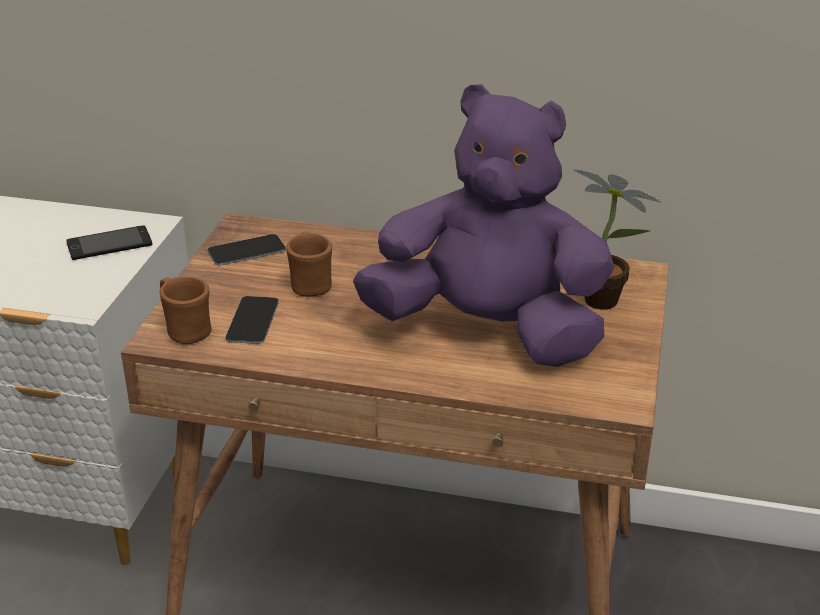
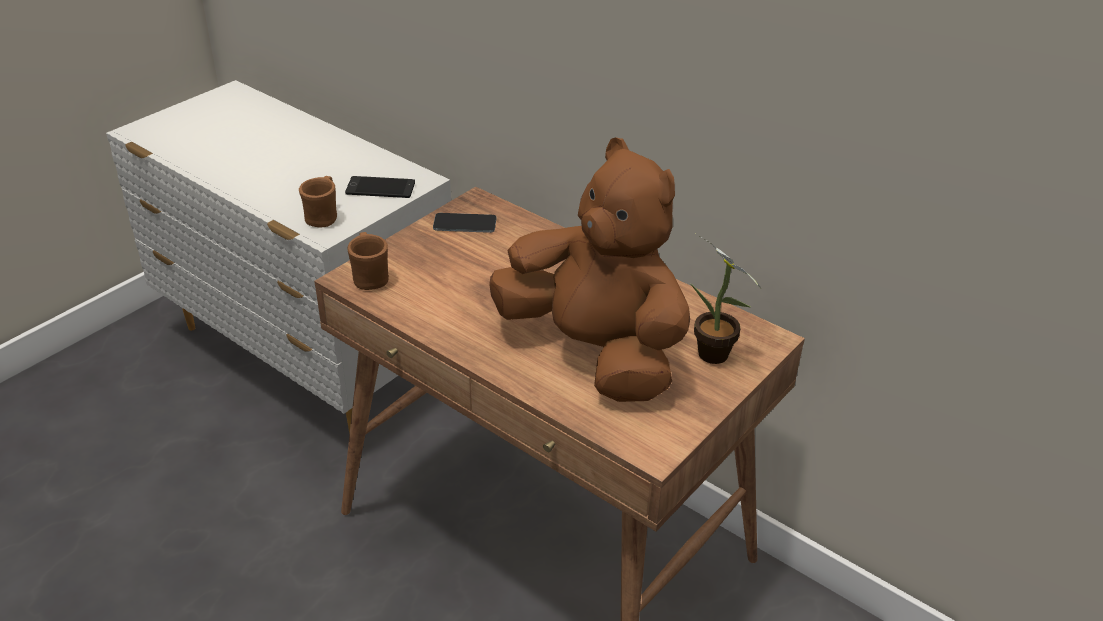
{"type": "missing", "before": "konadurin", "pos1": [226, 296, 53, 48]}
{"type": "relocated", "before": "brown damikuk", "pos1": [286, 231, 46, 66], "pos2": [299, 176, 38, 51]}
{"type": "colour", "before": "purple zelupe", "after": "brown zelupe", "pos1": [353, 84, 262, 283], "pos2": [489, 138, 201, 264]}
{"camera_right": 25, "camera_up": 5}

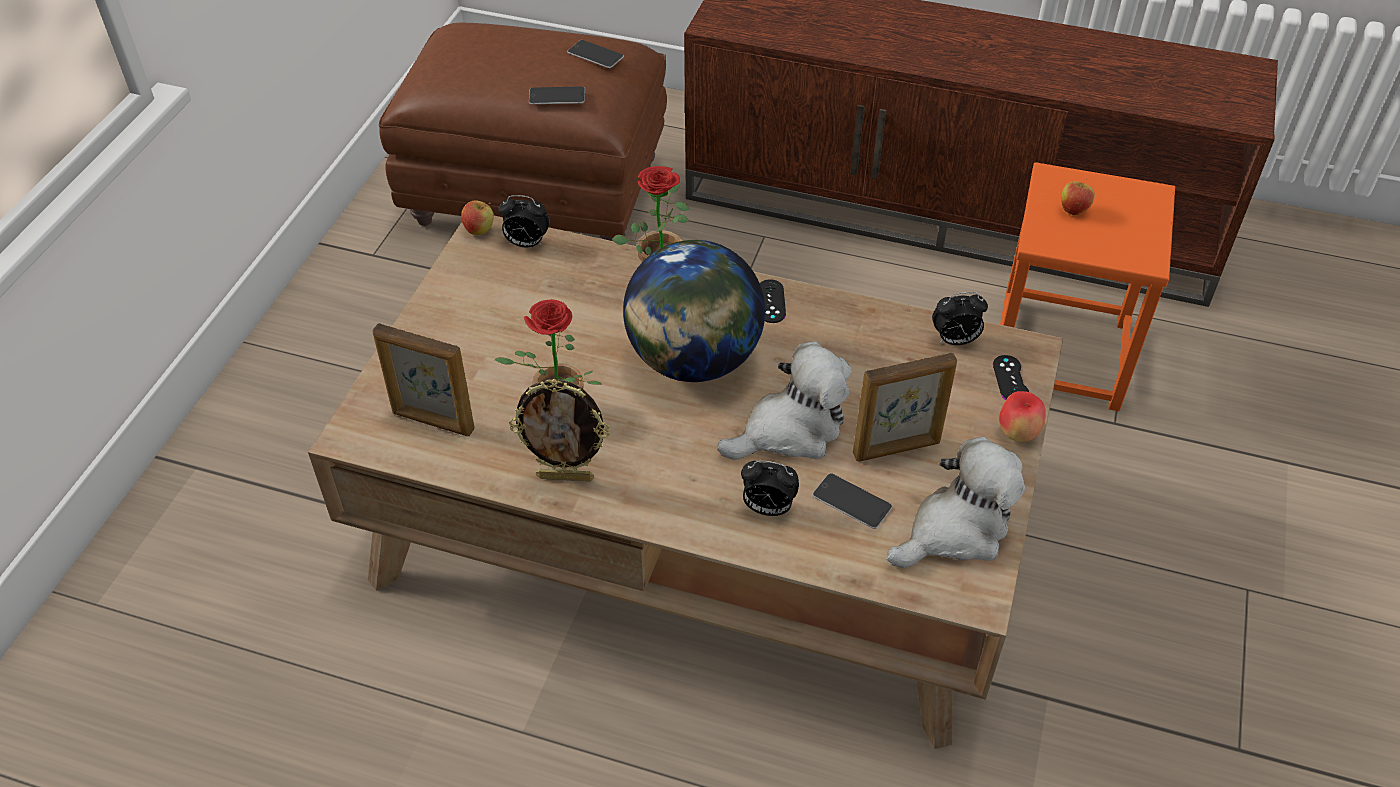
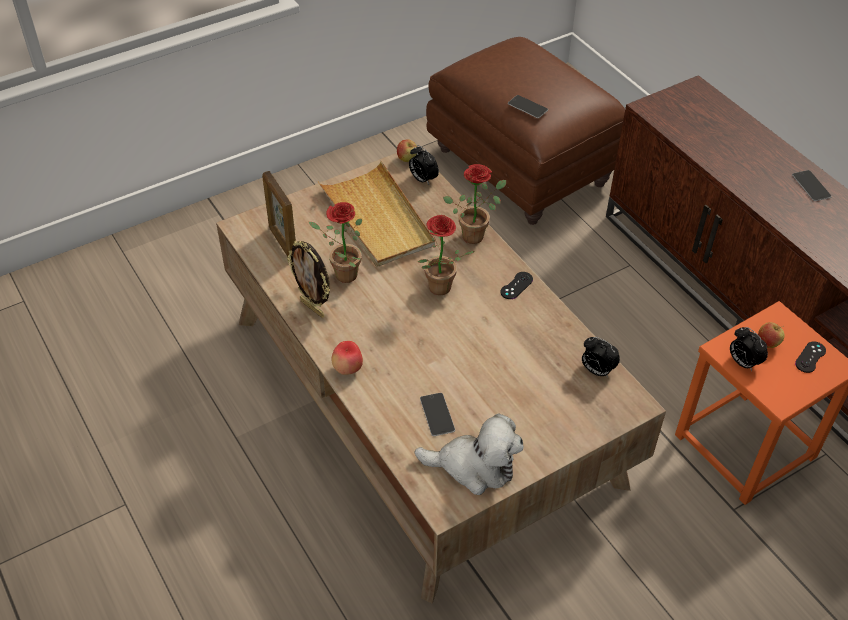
{"type": "missing", "before": "zelupe", "pos1": [717, 341, 135, 119]}
{"type": "missing", "before": "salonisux", "pos1": [853, 353, 104, 109]}
{"type": "appeared", "after": "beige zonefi", "pos2": [318, 161, 117, 106]}
{"type": "relocated", "before": "konadurin", "pos1": [567, 40, 57, 28], "pos2": [792, 170, 40, 31]}
{"type": "relocated", "before": "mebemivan", "pos1": [741, 460, 58, 56], "pos2": [730, 327, 38, 44]}
{"type": "relocated", "before": "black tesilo", "pos1": [993, 355, 36, 45], "pos2": [795, 342, 31, 31]}
{"type": "relocated", "before": "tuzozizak", "pos1": [999, 391, 47, 51], "pos2": [332, 341, 31, 34]}
{"type": "exchanged", "before": "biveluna", "after": "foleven", "pos1": [623, 240, 142, 142], "pos2": [418, 215, 57, 80]}
{"camera_right": 40, "camera_up": 0}

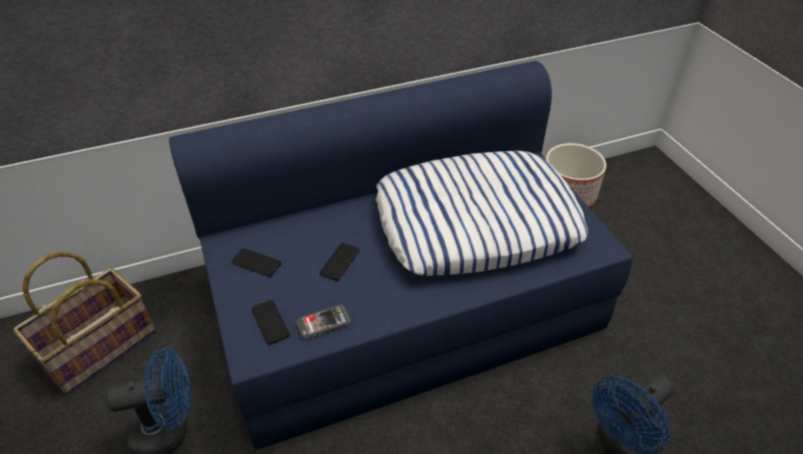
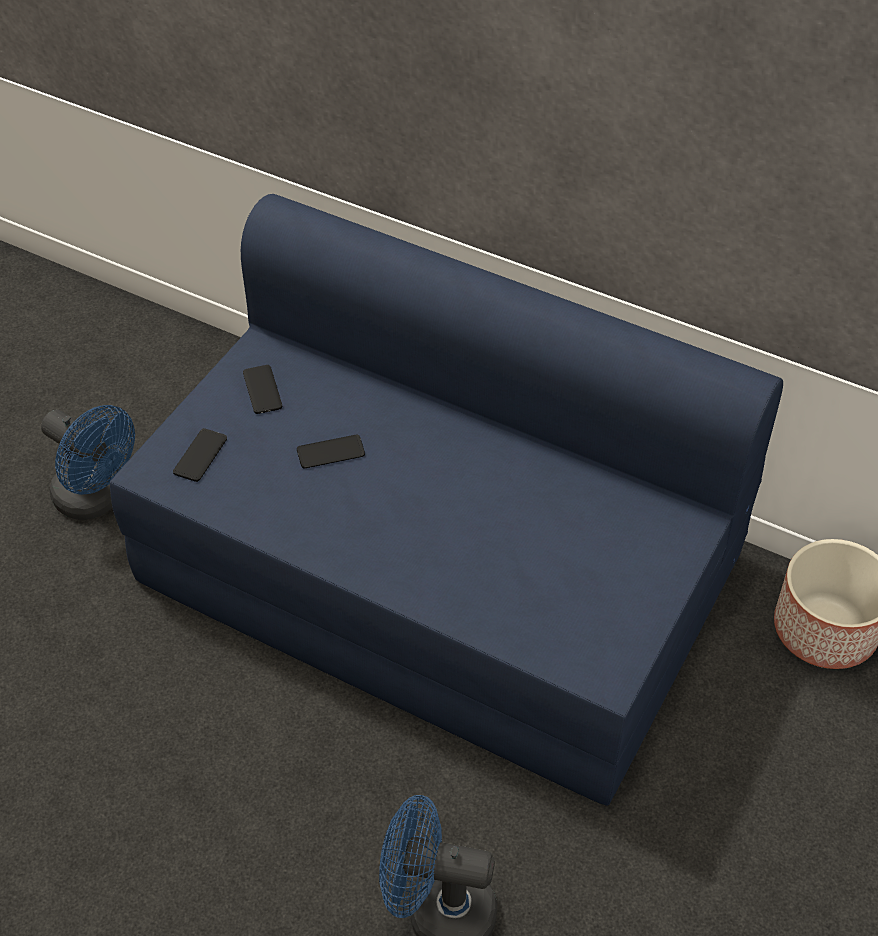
{"type": "missing", "before": "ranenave", "pos1": [13, 252, 142, 142]}
{"type": "missing", "before": "konadurin", "pos1": [296, 305, 55, 34]}
{"type": "missing", "before": "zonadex", "pos1": [376, 151, 212, 125]}
{"camera_right": 50, "camera_up": 5}

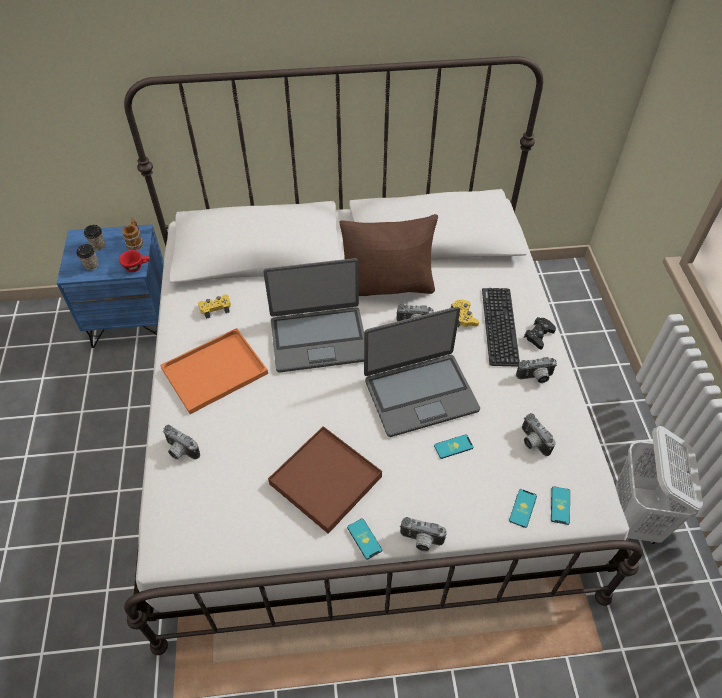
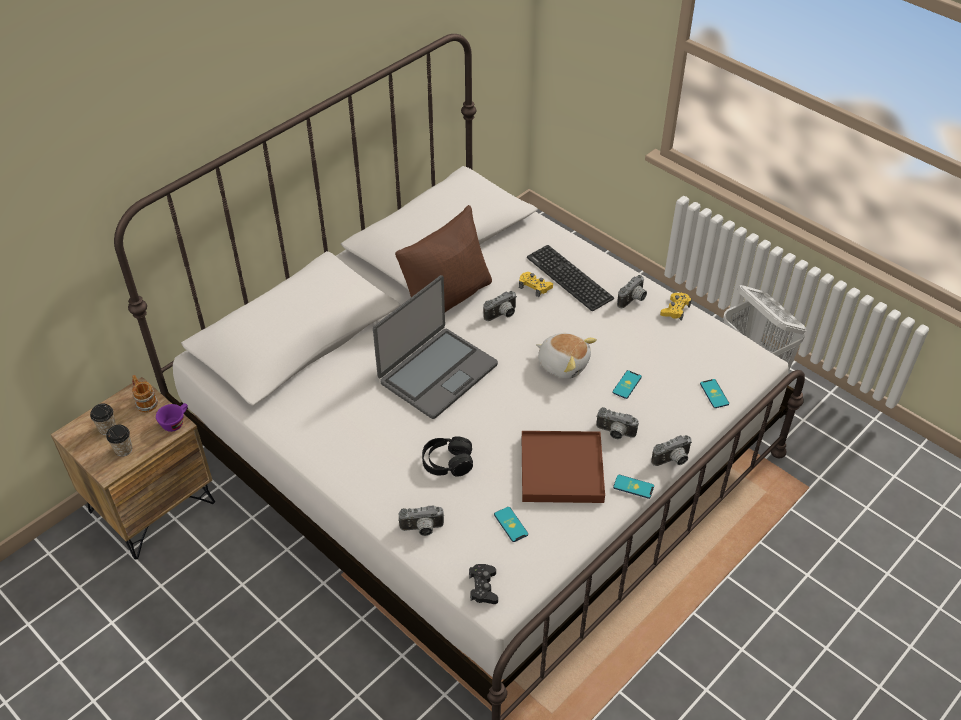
{"type": "missing", "before": "orange zonefi", "pos1": [160, 328, 108, 86]}
{"type": "appeared", "after": "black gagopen", "pos2": [422, 436, 51, 41]}
{"type": "relocated", "before": "yellow tesilo", "pos1": [198, 294, 33, 25], "pos2": [660, 293, 32, 28]}
{"type": "relocated", "before": "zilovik", "pos1": [522, 413, 34, 43], "pos2": [596, 407, 43, 32]}
{"type": "relocated", "before": "black tesilo", "pos1": [524, 317, 32, 32], "pos2": [469, 564, 29, 40]}
{"type": "relocated", "before": "konadurin", "pos1": [551, 486, 19, 39], "pos2": [494, 507, 34, 35]}
{"type": "exchanged", "before": "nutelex", "after": "zelupe", "pos1": [364, 307, 116, 130], "pos2": [536, 333, 61, 46]}
{"type": "colour", "before": "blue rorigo", "after": "brown rorigo", "pos1": [57, 224, 107, 124], "pos2": [51, 377, 164, 183]}
{"type": "colour", "before": "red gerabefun", "after": "purple gerabefun", "pos1": [119, 250, 31, 22], "pos2": [156, 403, 32, 29]}
{"camera_right": -40, "camera_up": -5}

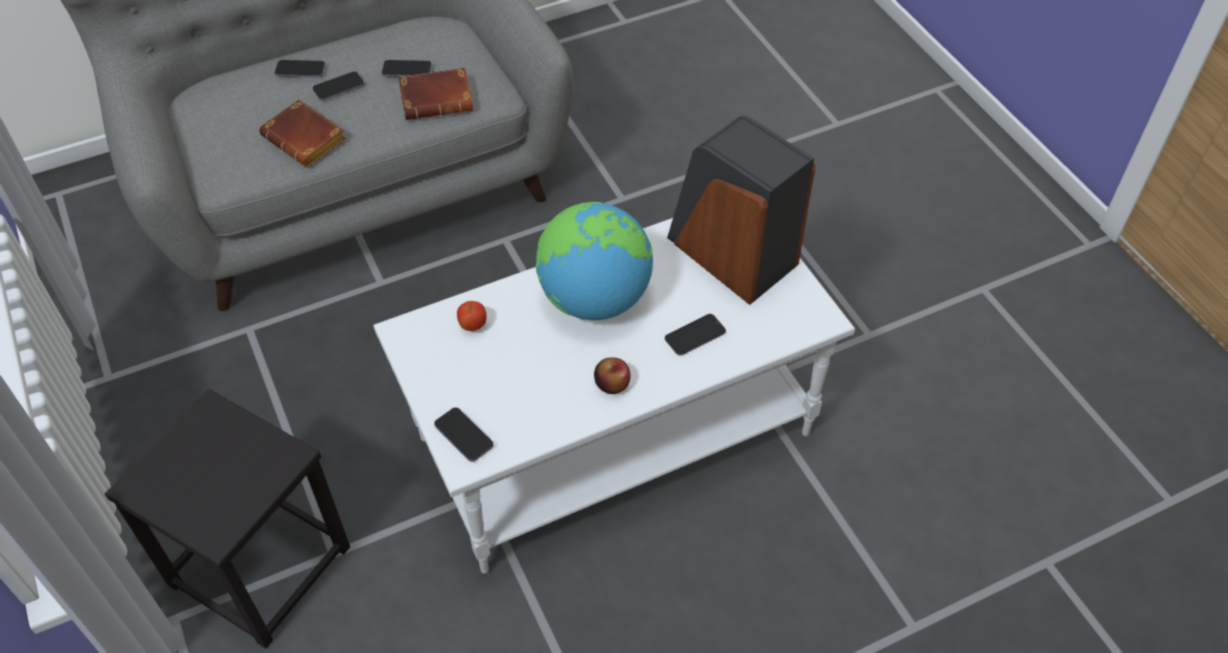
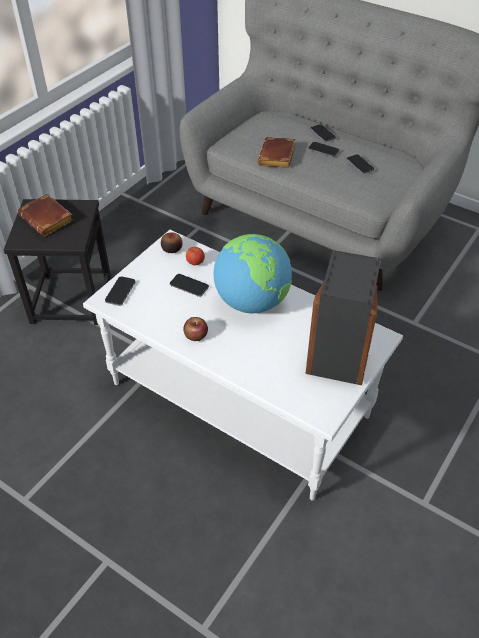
{"type": "appeared", "after": "tuzozizak", "pos2": [161, 232, 22, 21]}
{"type": "relocated", "before": "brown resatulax", "pos1": [398, 68, 75, 52], "pos2": [18, 194, 56, 43]}
{"type": "relocated", "before": "konadurin", "pos1": [665, 314, 61, 42], "pos2": [170, 274, 39, 23]}
{"camera_right": 60, "camera_up": -5}

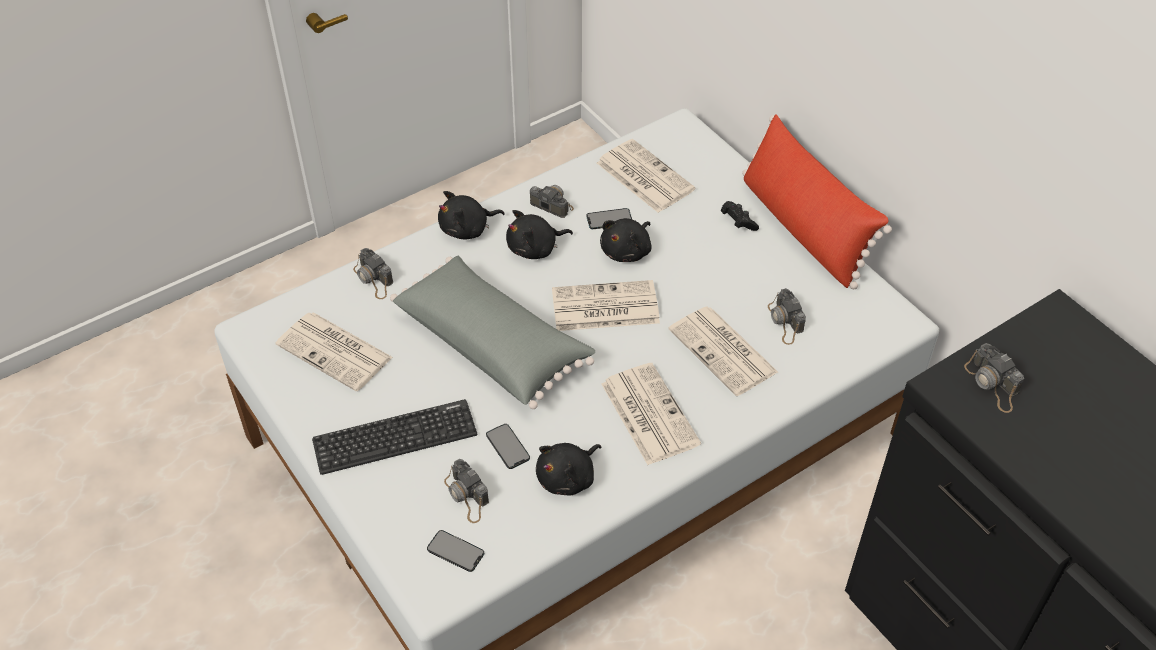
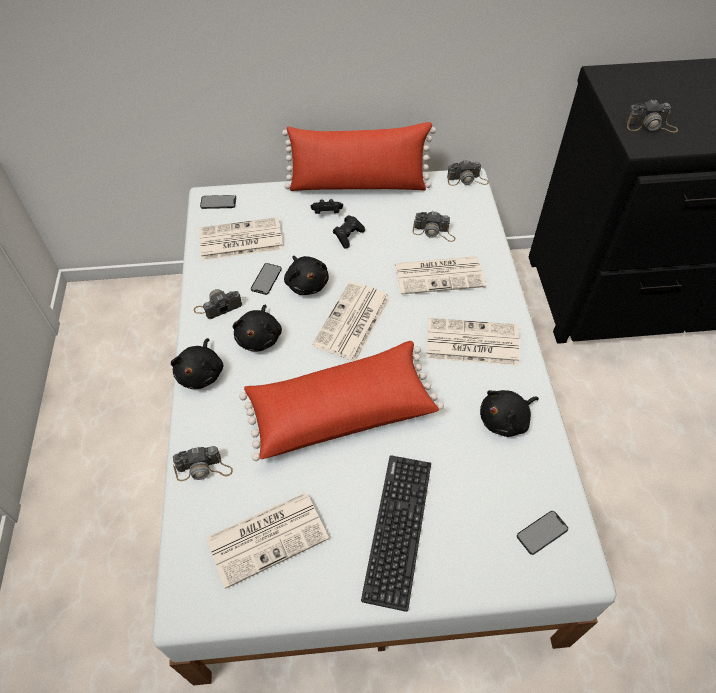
{"type": "appeared", "after": "black tesilo", "pos2": [333, 215, 32, 34]}
{"type": "relocated", "before": "zilovik", "pos1": [444, 459, 45, 64], "pos2": [447, 160, 42, 26]}
{"type": "relocated", "before": "konadurin", "pos1": [486, 424, 44, 45], "pos2": [200, 195, 36, 14]}
{"type": "colour", "before": "grey zonadex", "after": "red zonadex", "pos1": [390, 256, 205, 153], "pos2": [239, 341, 205, 120]}
{"type": "spun", "before": "black zelupe", "pos1": [536, 443, 65, 52], "pos2": [480, 390, 59, 47], "turn": 75}
{"camera_right": -60, "camera_up": 5}

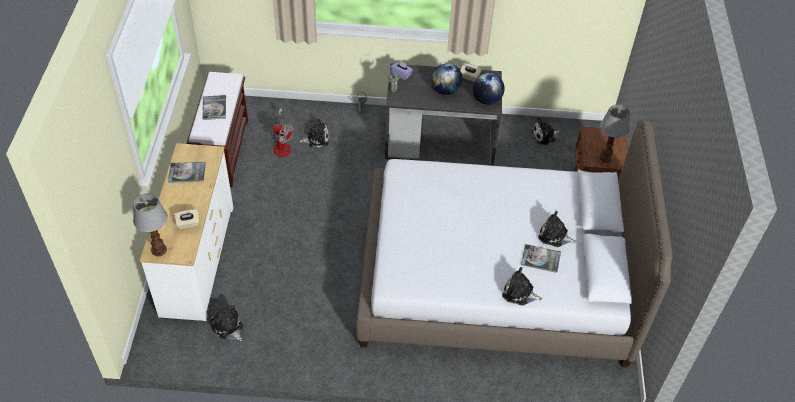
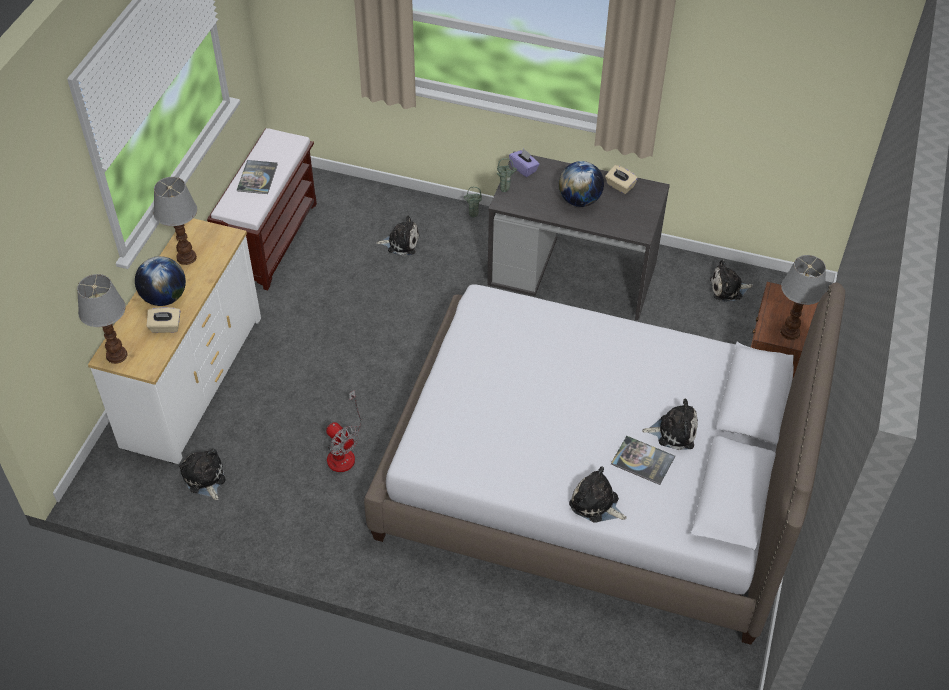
{"type": "relocated", "before": "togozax", "pos1": [272, 108, 22, 49], "pos2": [326, 390, 36, 82]}
{"type": "relocated", "before": "biveluna", "pos1": [473, 73, 32, 32], "pos2": [135, 256, 51, 50]}
{"type": "exchanged", "before": "resatulax", "after": "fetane", "pos1": [168, 162, 38, 21], "pos2": [154, 177, 43, 88]}
{"type": "spun", "before": "zelupe", "pos1": [538, 211, 38, 36], "pos2": [642, 398, 56, 52], "turn": 150}
{"camera_right": 15, "camera_up": 0}

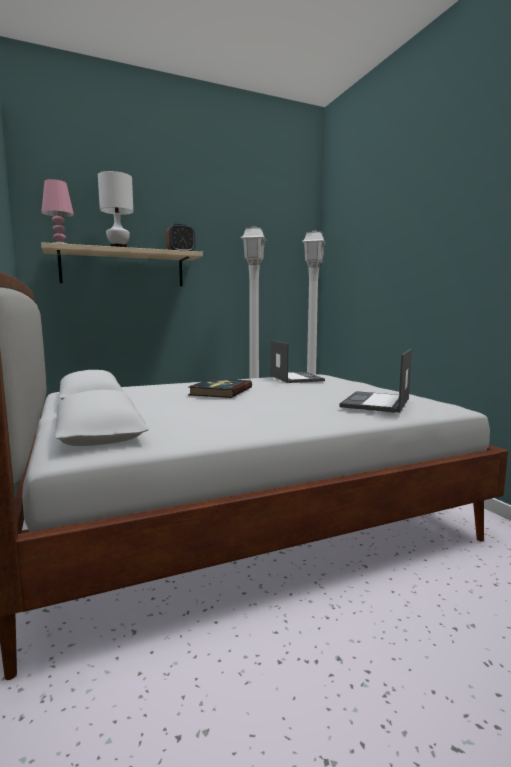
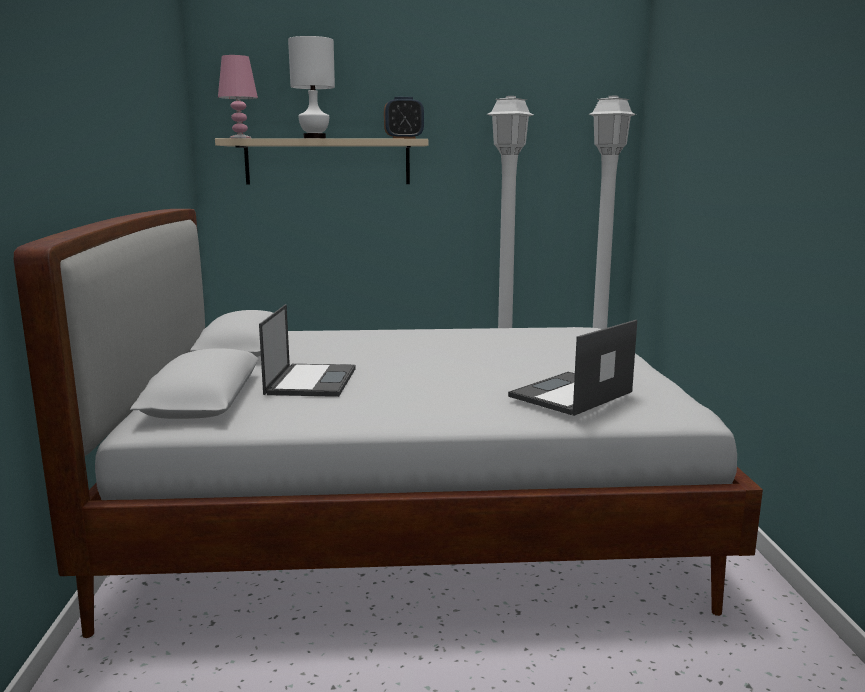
{"type": "missing", "before": "resatulax", "pos1": [188, 378, 64, 20]}
{"type": "relocated", "before": "nutelex", "pos1": [270, 340, 55, 43], "pos2": [259, 304, 97, 93]}
{"camera_right": 20, "camera_up": 5}

